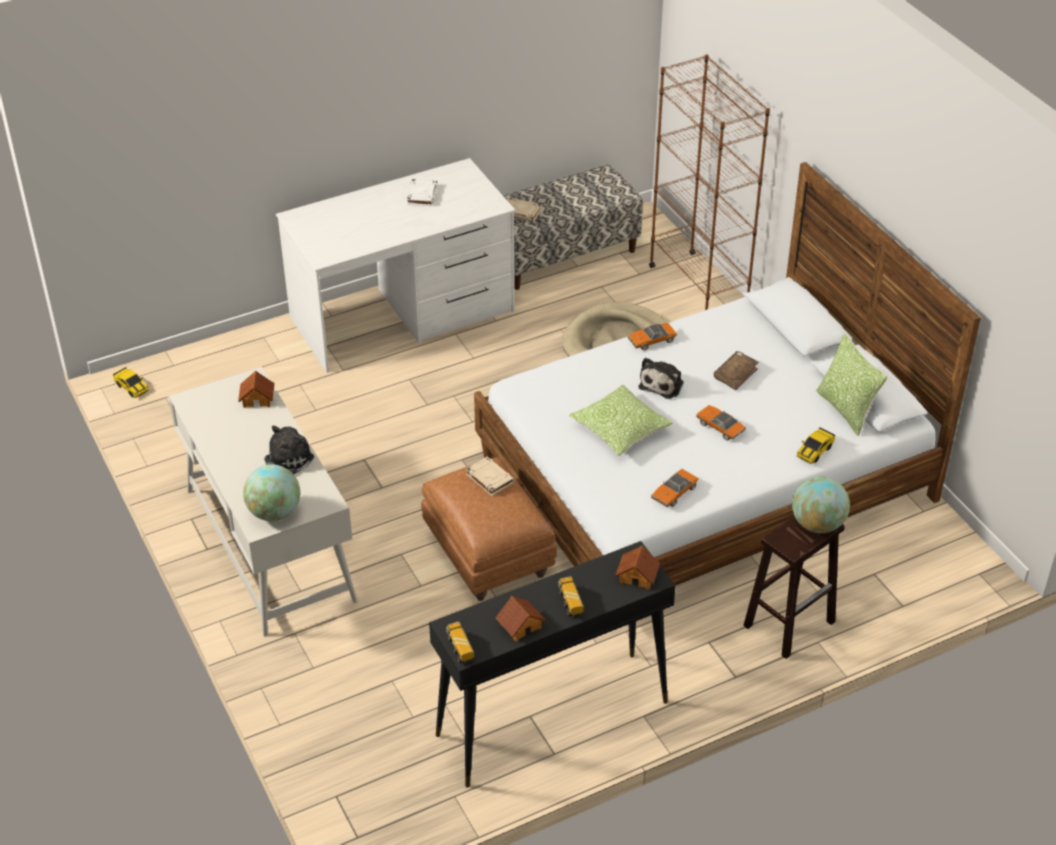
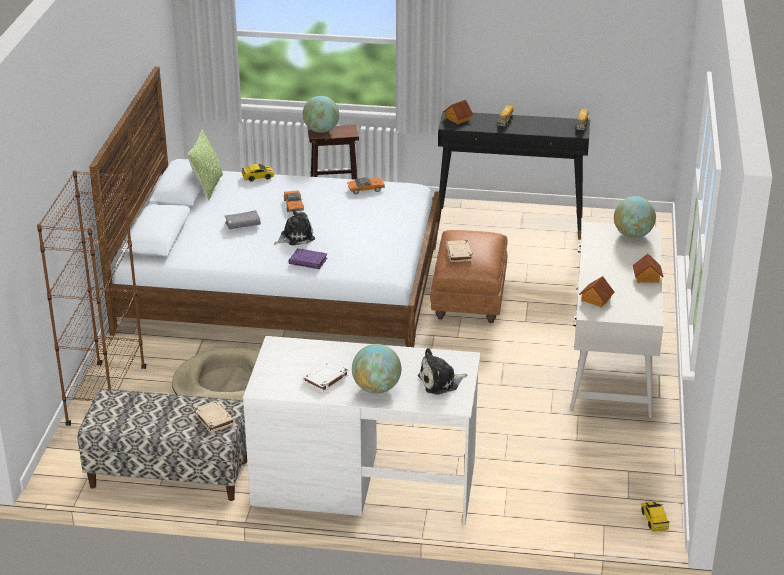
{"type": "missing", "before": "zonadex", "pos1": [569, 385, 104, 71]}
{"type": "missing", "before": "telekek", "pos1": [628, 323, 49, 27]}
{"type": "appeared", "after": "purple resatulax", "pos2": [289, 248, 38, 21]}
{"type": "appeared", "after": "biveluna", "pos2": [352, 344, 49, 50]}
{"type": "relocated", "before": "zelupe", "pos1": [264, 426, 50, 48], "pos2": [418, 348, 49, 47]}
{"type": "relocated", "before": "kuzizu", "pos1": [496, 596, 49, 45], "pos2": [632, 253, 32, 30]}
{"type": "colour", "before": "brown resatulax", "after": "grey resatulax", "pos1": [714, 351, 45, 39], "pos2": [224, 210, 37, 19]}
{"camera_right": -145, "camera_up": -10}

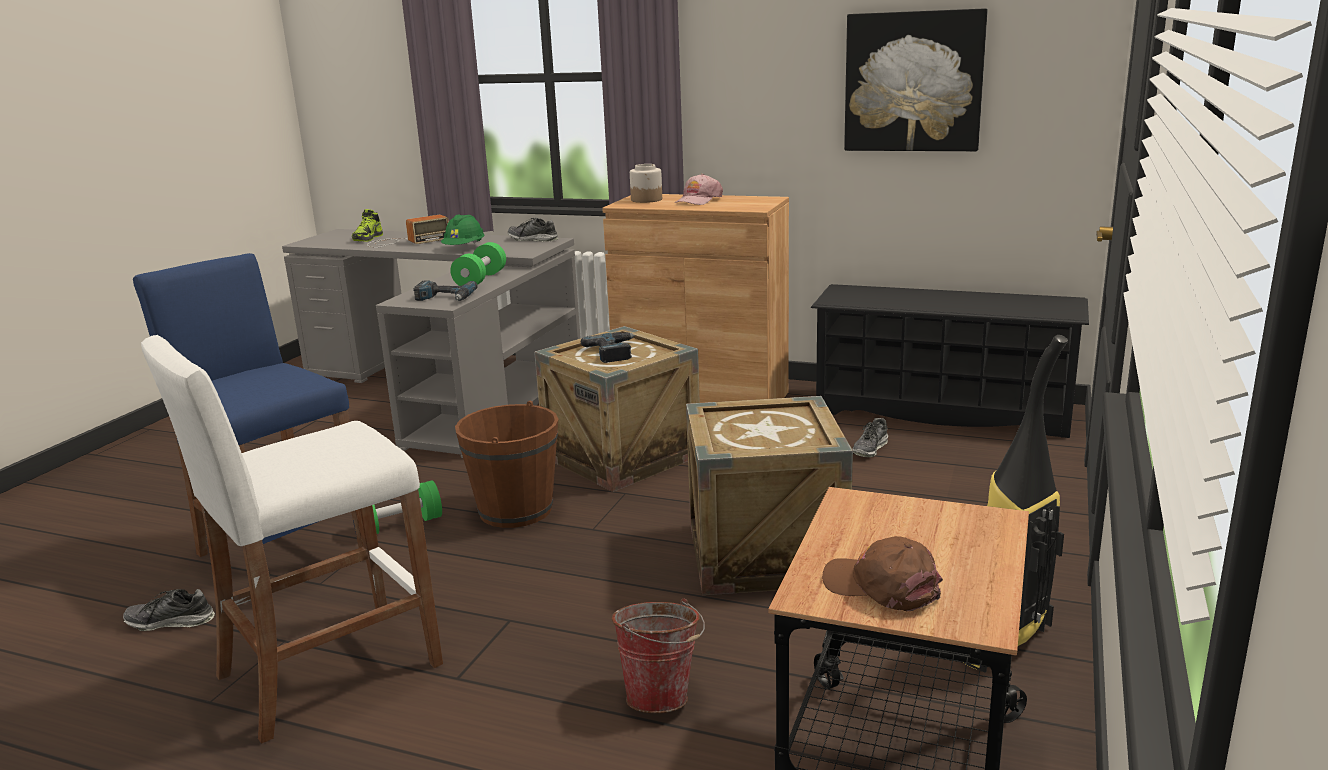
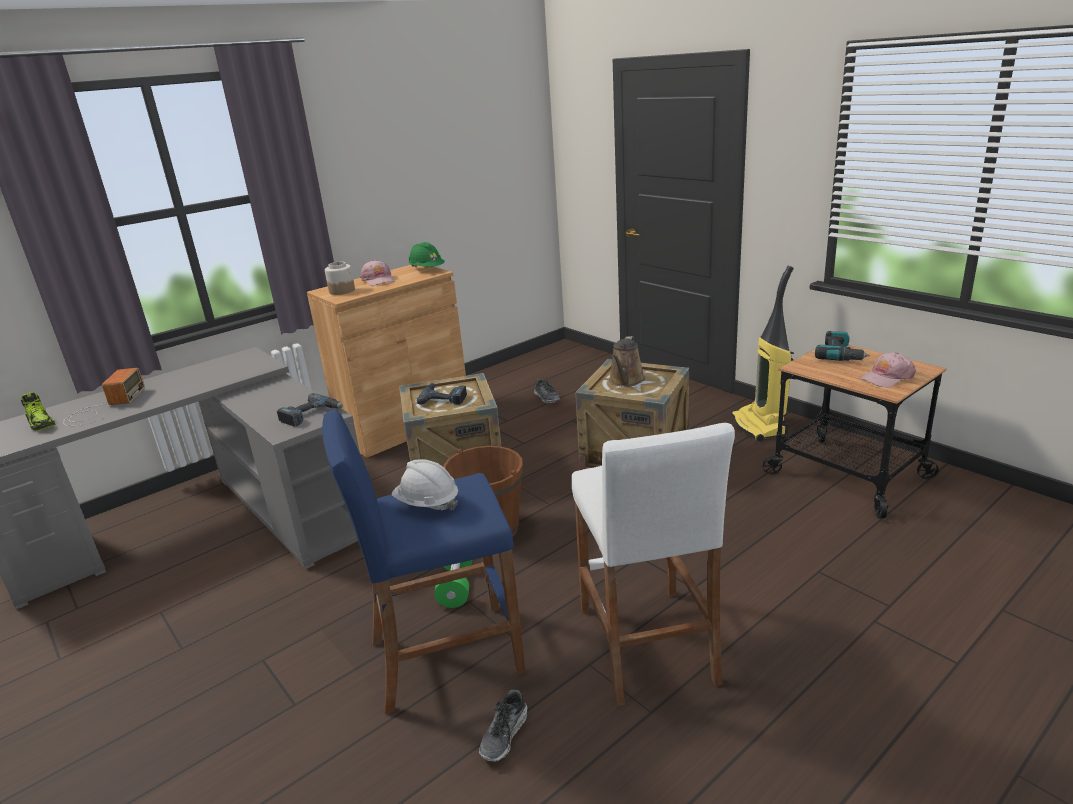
{"type": "missing", "before": "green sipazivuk", "pos1": [450, 242, 56, 44]}
{"type": "missing", "before": "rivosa", "pos1": [508, 218, 51, 24]}
{"type": "missing", "before": "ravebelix", "pos1": [612, 598, 93, 115]}
{"type": "missing", "before": "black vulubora", "pos1": [811, 284, 278, 154]}
{"type": "missing", "before": "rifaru", "pos1": [844, 8, 144, 144]}
{"type": "appeared", "after": "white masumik", "pos2": [392, 459, 66, 51]}
{"type": "appeared", "after": "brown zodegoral", "pos2": [609, 336, 36, 51]}
{"type": "appeared", "after": "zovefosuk", "pos2": [815, 331, 55, 30]}
{"type": "relocated", "before": "green masumik", "pos1": [441, 215, 44, 30], "pos2": [409, 242, 36, 26]}
{"type": "colour", "before": "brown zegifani", "after": "pink zegifani", "pos1": [822, 536, 121, 75], "pos2": [860, 352, 56, 36]}
{"camera_right": -60, "camera_up": 5}

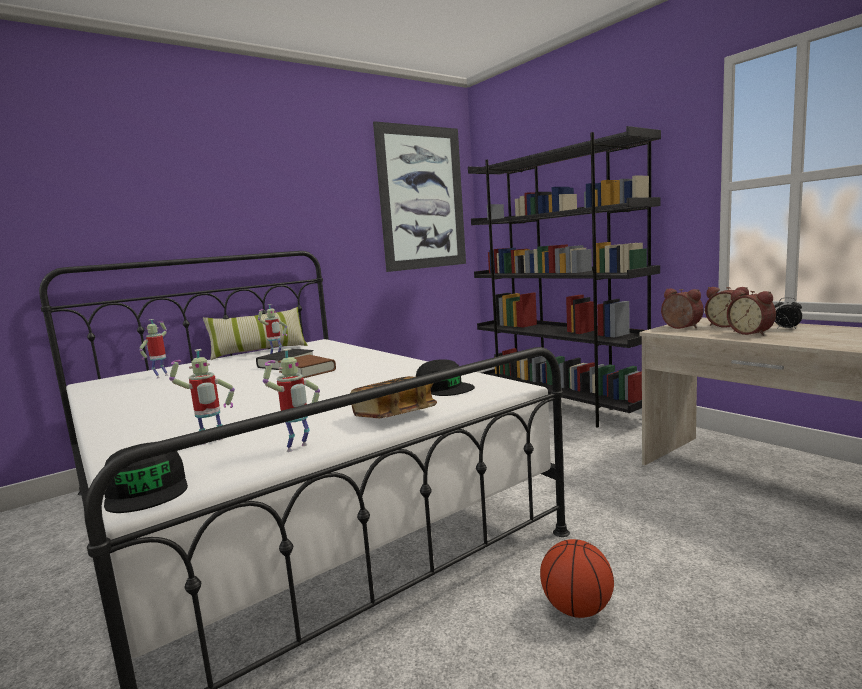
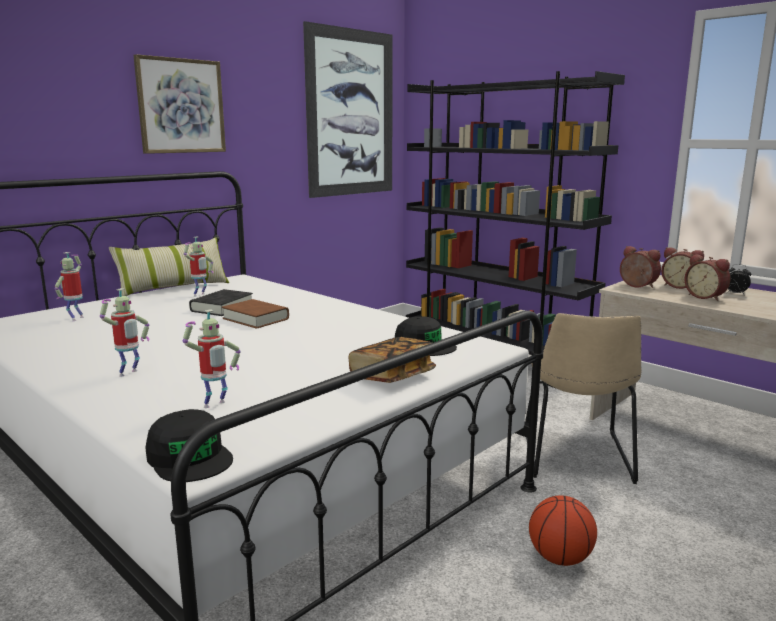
{"type": "appeared", "after": "rifaru", "pos2": [133, 54, 93, 100]}
{"type": "appeared", "after": "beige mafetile", "pos2": [525, 313, 117, 171]}
{"type": "relocated", "before": "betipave", "pos1": [263, 348, 57, 104], "pos2": [100, 288, 49, 89]}
{"camera_right": -10, "camera_up": 5}

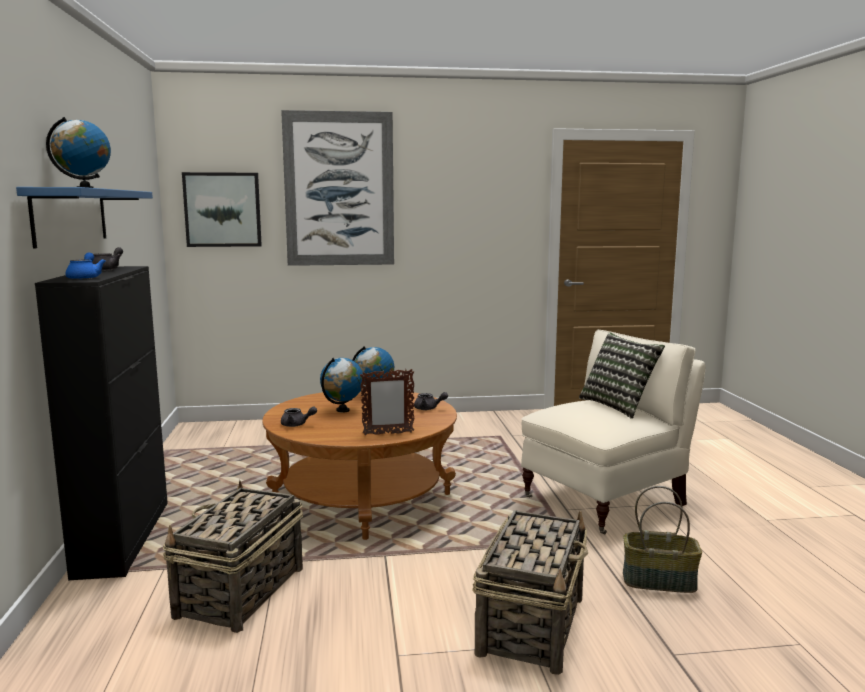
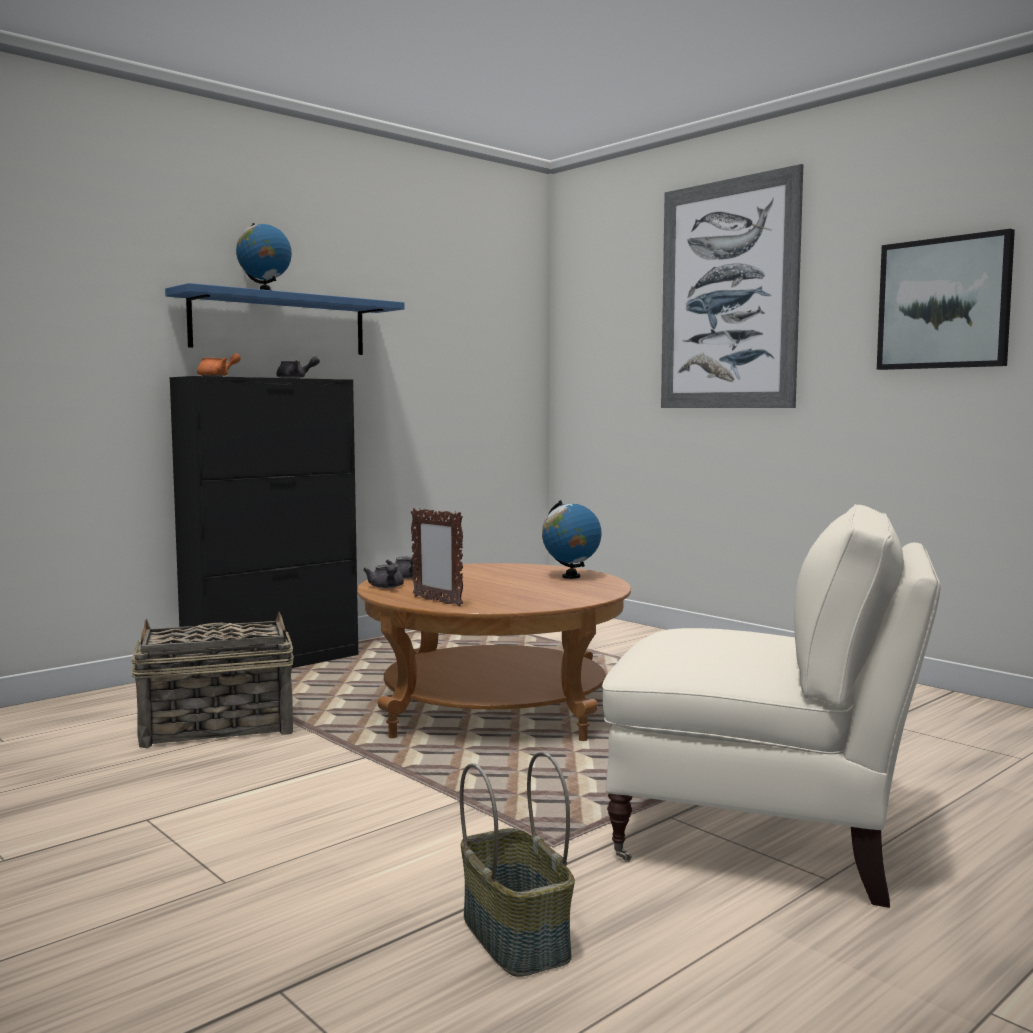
{"type": "missing", "before": "biveluna", "pos1": [320, 358, 44, 55]}
{"type": "missing", "before": "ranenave", "pos1": [472, 510, 116, 165]}
{"type": "missing", "before": "zonadex", "pos1": [579, 333, 86, 86]}
{"type": "relocated", "before": "rifaru", "pos1": [182, 172, 80, 75], "pos2": [877, 229, 138, 141]}
{"type": "relocated", "before": "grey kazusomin", "pos1": [414, 392, 34, 18], "pos2": [363, 564, 41, 24]}
{"type": "colour", "before": "blue kazusomin", "after": "orange kazusomin", "pos1": [65, 253, 41, 27], "pos2": [197, 353, 44, 24]}
{"camera_right": 55, "camera_up": -5}

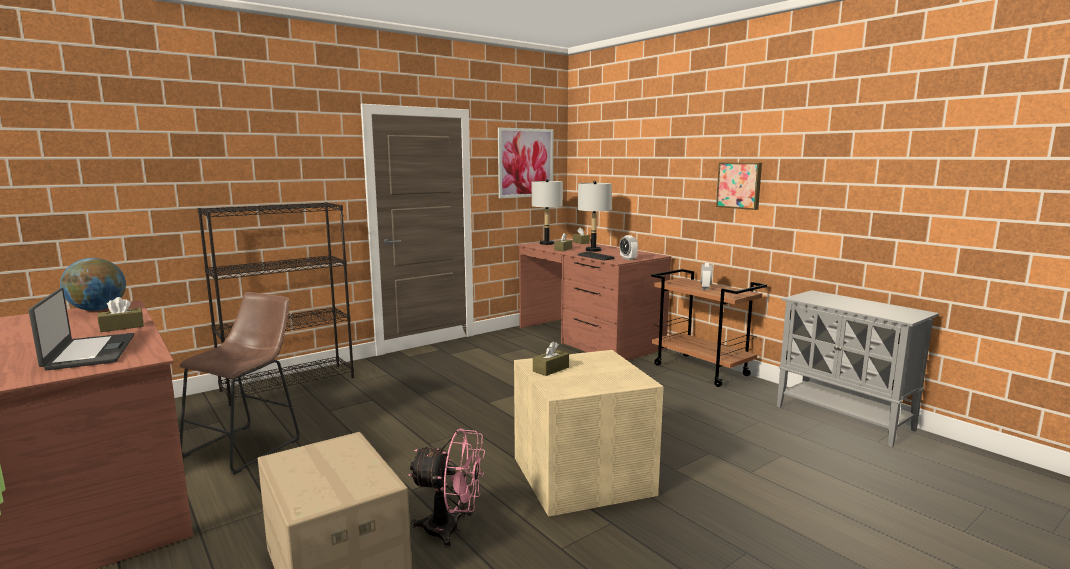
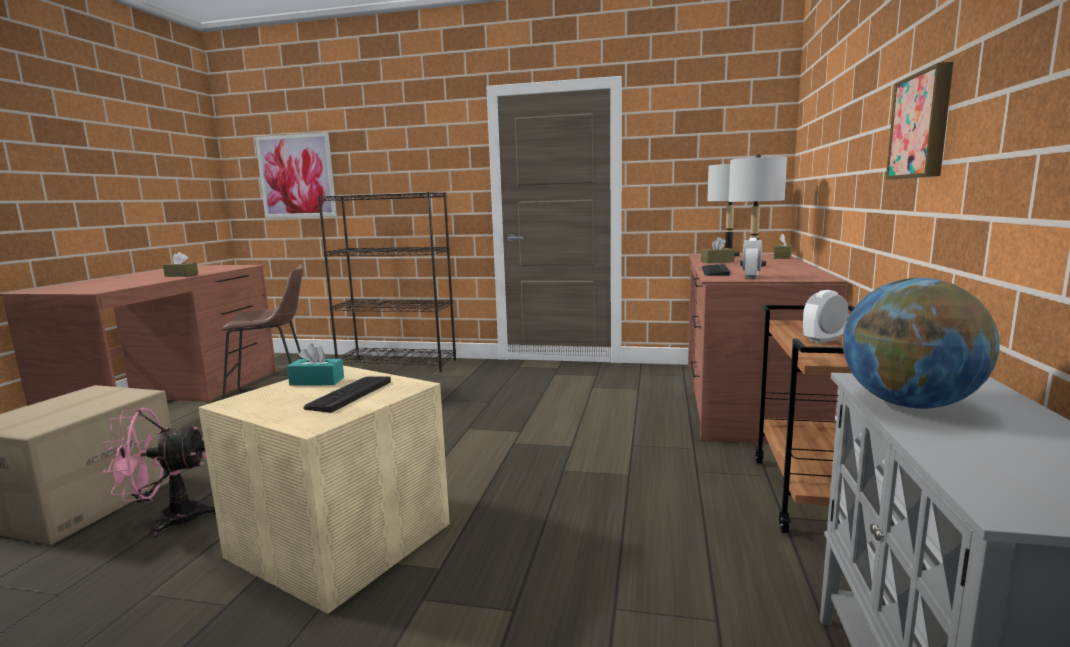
{"type": "missing", "before": "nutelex", "pos1": [28, 288, 106, 82]}
{"type": "appeared", "after": "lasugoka", "pos2": [303, 376, 88, 37]}
{"type": "relocated", "before": "biveluna", "pos1": [60, 258, 66, 53], "pos2": [843, 278, 157, 131]}
{"type": "relocated", "before": "rifaru", "pos1": [498, 127, 55, 71], "pos2": [255, 133, 82, 85]}
{"type": "colour", "before": "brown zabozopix", "after": "turquoise zabozopix", "pos1": [533, 342, 36, 34], "pos2": [287, 344, 57, 42]}
{"type": "spun", "before": "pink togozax", "pos1": [409, 428, 76, 120], "pos2": [103, 408, 113, 130], "turn": 105}
{"camera_right": 50, "camera_up": 0}

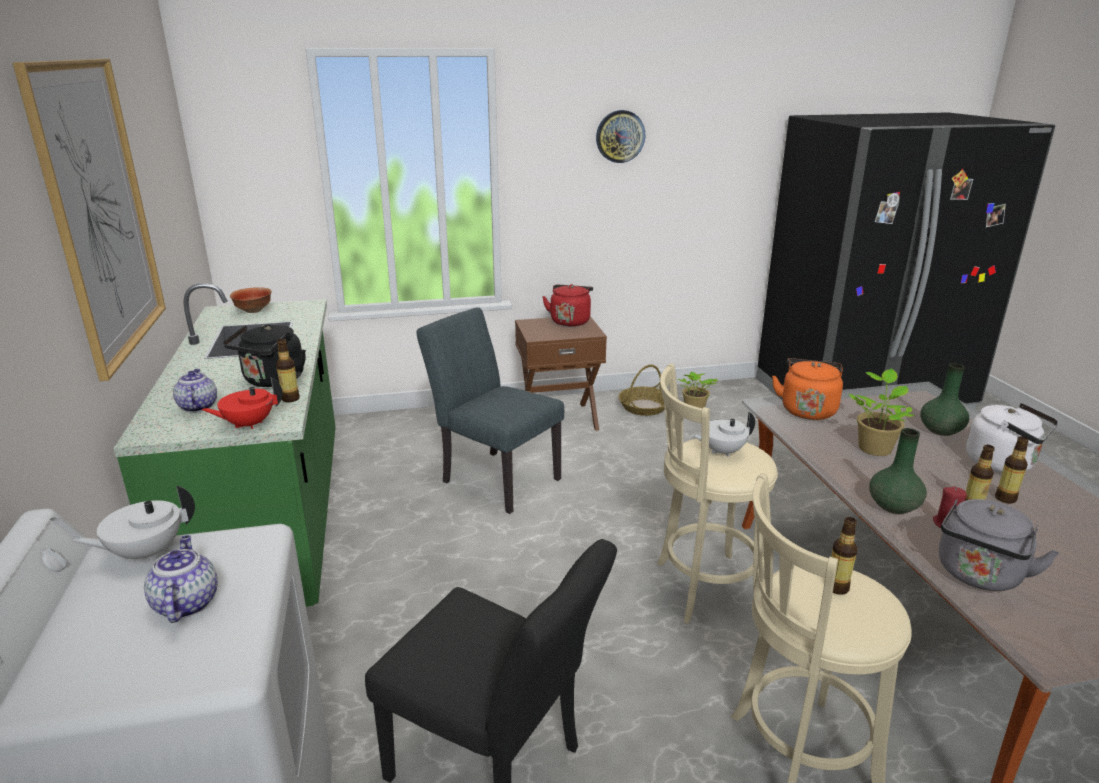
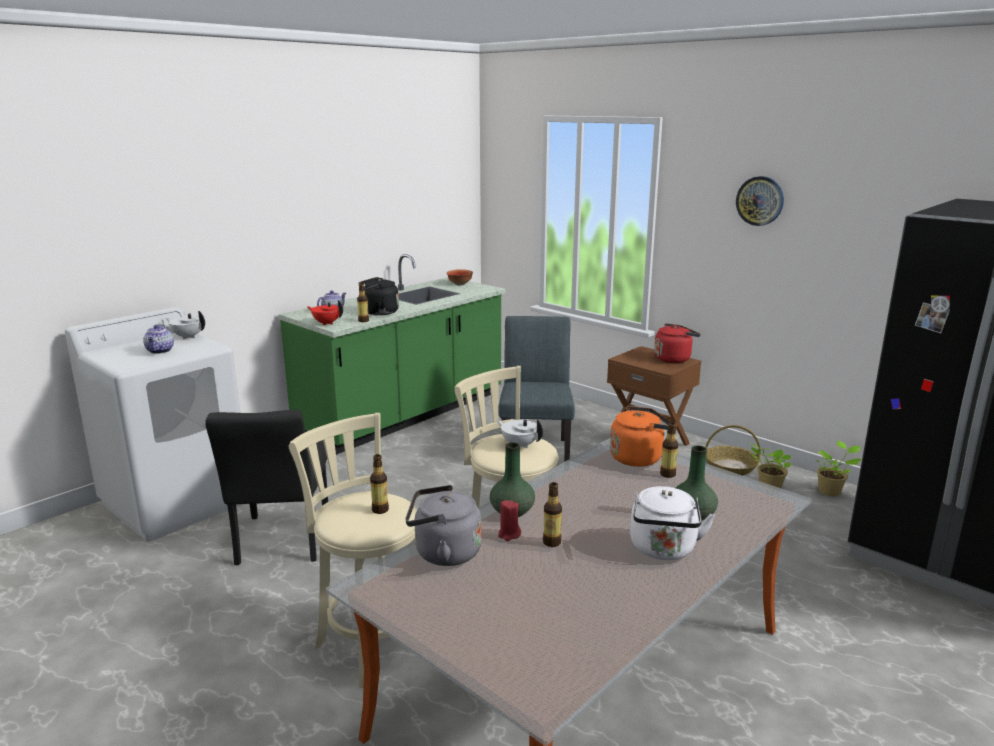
{"type": "missing", "before": "rifaru", "pos1": [12, 59, 154, 322]}
{"type": "relocated", "before": "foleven", "pos1": [849, 368, 65, 88], "pos2": [815, 441, 47, 55]}
{"type": "relocated", "before": "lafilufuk", "pos1": [995, 436, 34, 68], "pos2": [660, 422, 18, 56]}
{"type": "spun", "before": "kazusomin", "pos1": [144, 535, 74, 88], "pos2": [143, 325, 31, 29], "turn": 135}
{"camera_right": 55, "camera_up": -5}

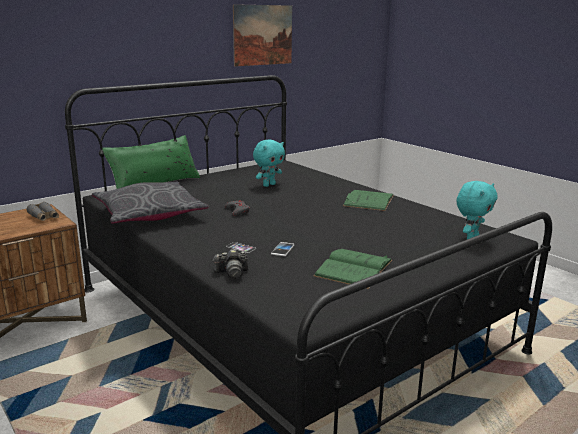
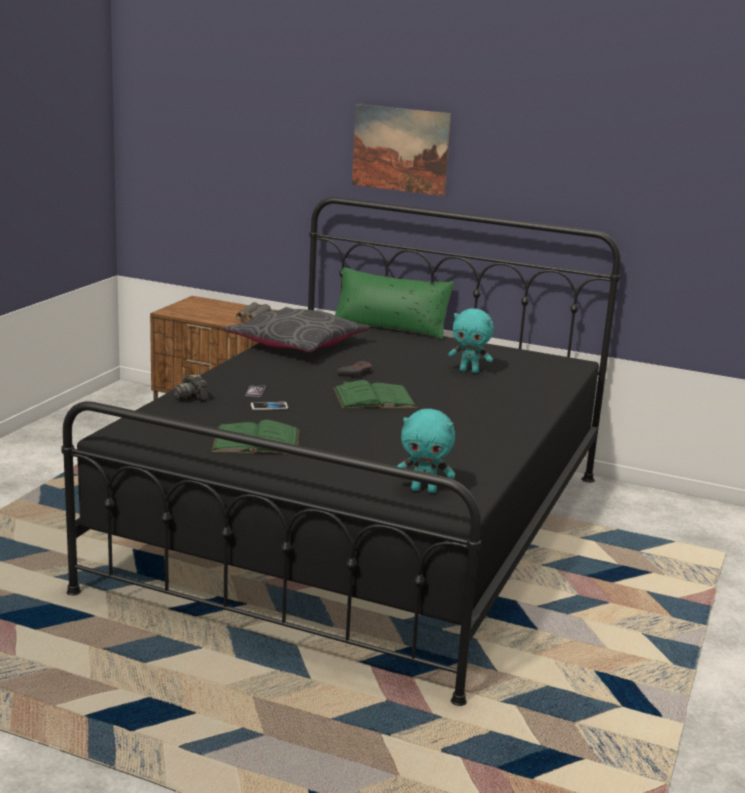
{"type": "relocated", "before": "rifaru", "pos1": [233, 4, 59, 62], "pos2": [352, 104, 99, 92]}
{"type": "relocated", "before": "green resatulax", "pos1": [343, 190, 51, 21], "pos2": [333, 380, 84, 29]}
{"camera_right": 60, "camera_up": 0}

